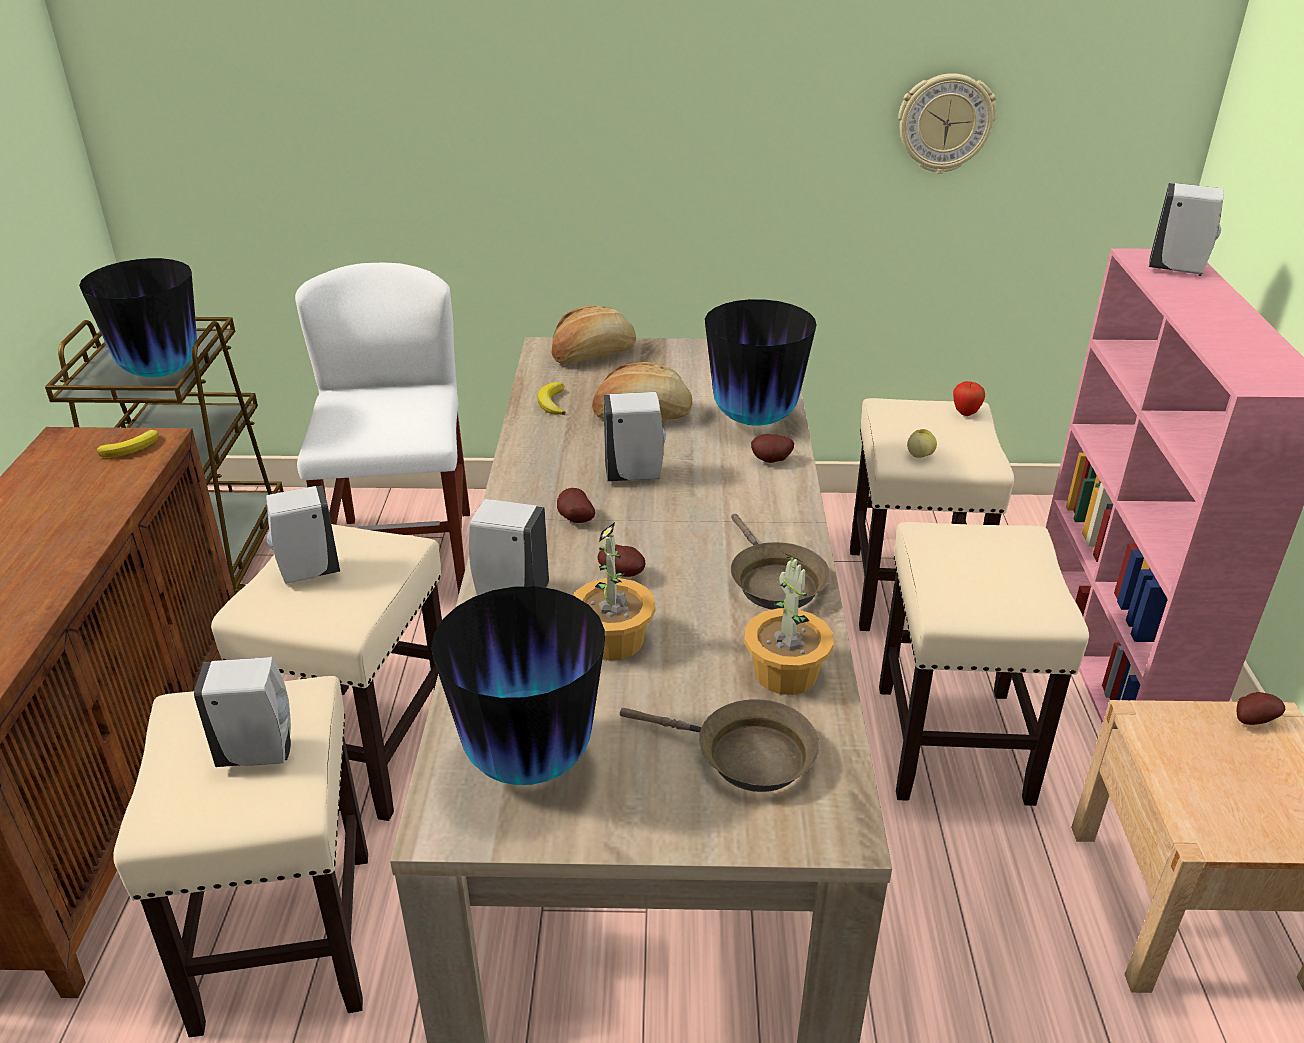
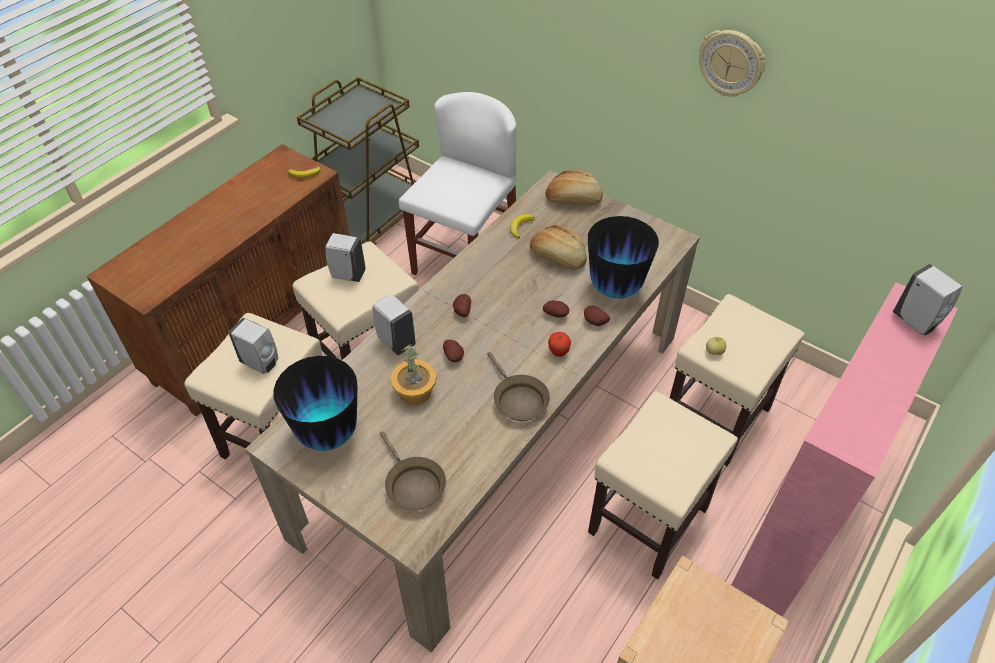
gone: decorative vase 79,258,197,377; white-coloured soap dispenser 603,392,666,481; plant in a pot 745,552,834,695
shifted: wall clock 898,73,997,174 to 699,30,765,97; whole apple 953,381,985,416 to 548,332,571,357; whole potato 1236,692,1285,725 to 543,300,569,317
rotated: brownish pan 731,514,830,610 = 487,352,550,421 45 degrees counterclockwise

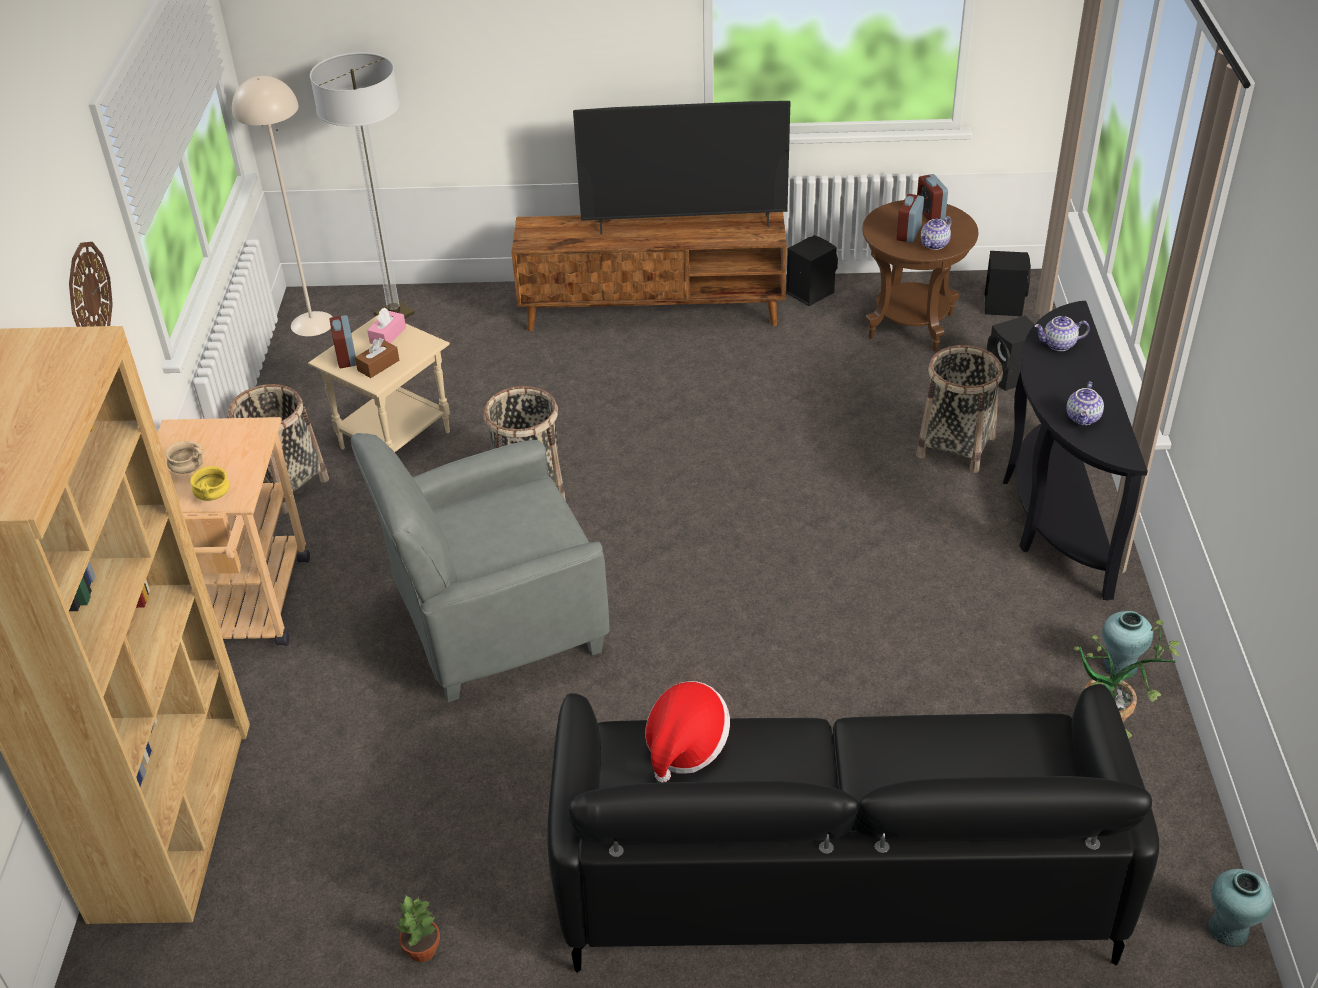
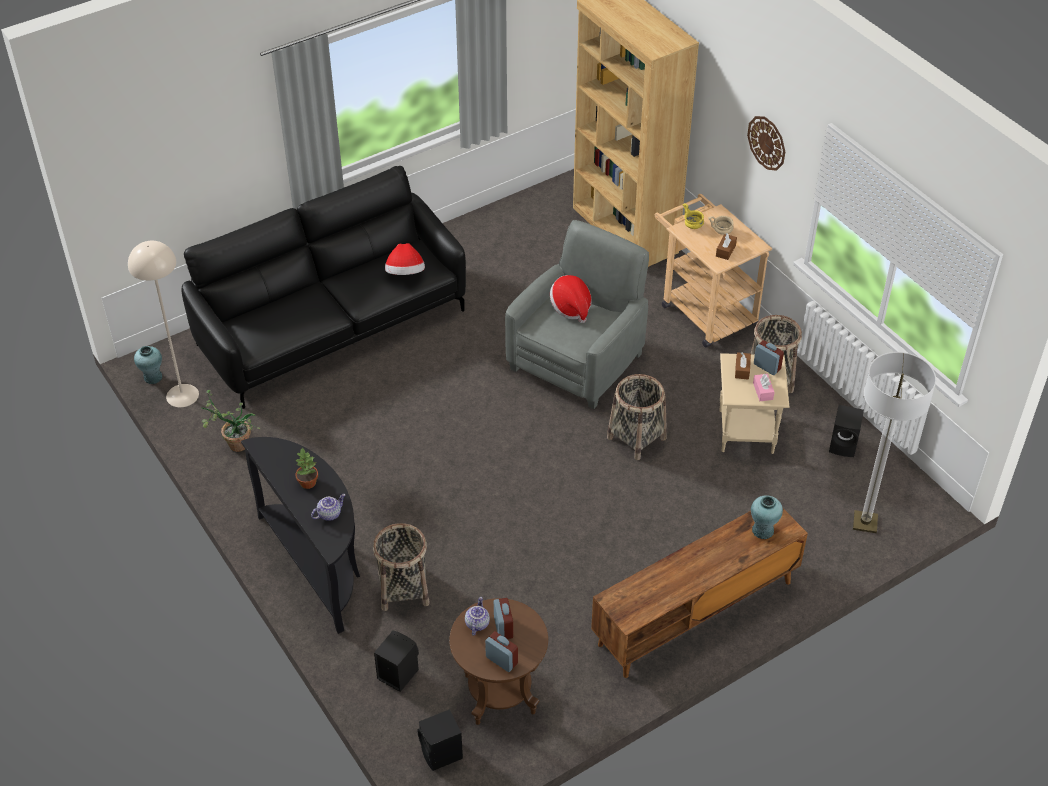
gone: TV 573,101,790,235; teapot 1066,381,1104,426
new: wearable hat 550,275,592,323; brownish box of tissues 716,233,737,260
shifted: sand-coloured standing lamp 232,76,333,336 to 128,241,199,407; plant in a pot 396,894,440,962 to 295,448,318,489; black audio speaker 786,235,838,306 to 829,405,864,457; turquoise-coloured decorative vase 1102,611,1153,679 to 751,495,783,539

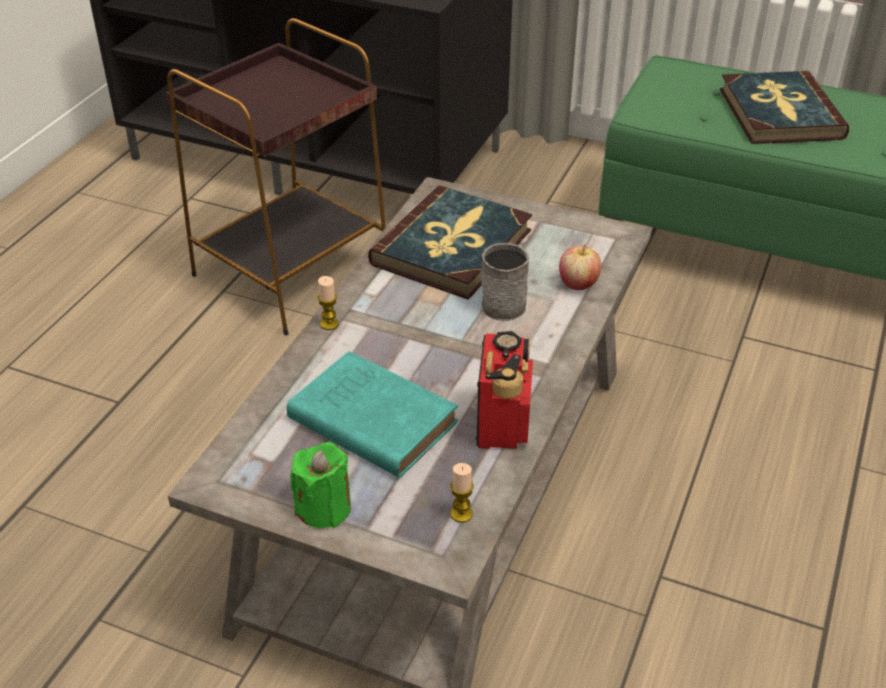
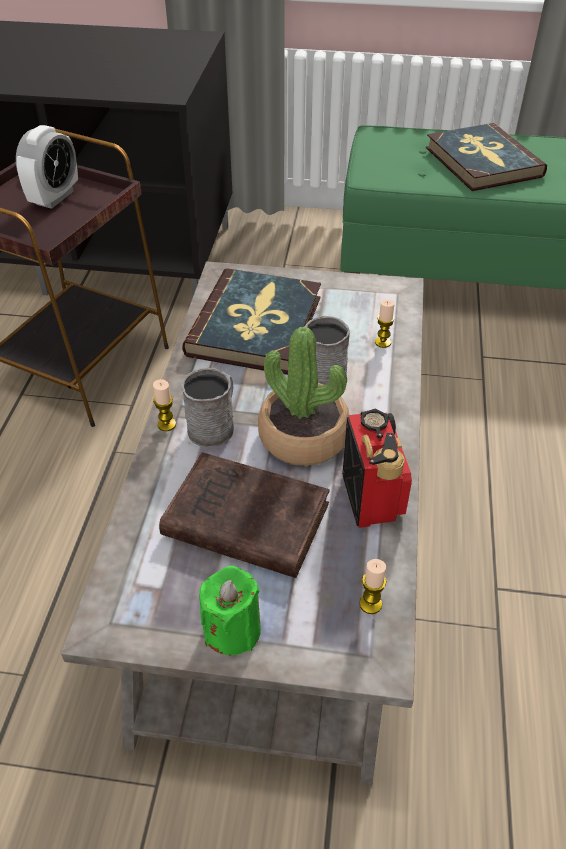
new: bedside clock 16,125,78,209; grey tea mug 181,368,234,447; plant in a pot 258,327,349,466
swapped: whole apple 559,244,601,290 to wax light 375,300,395,348
repainted: turquoise-coloured volume 287,351,458,478 to brownish volume 159,452,330,578

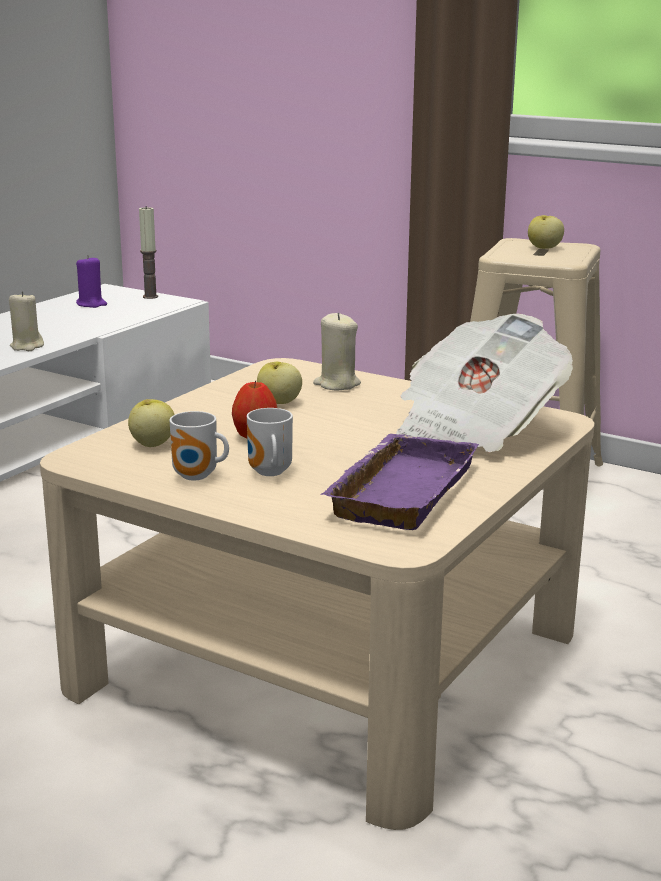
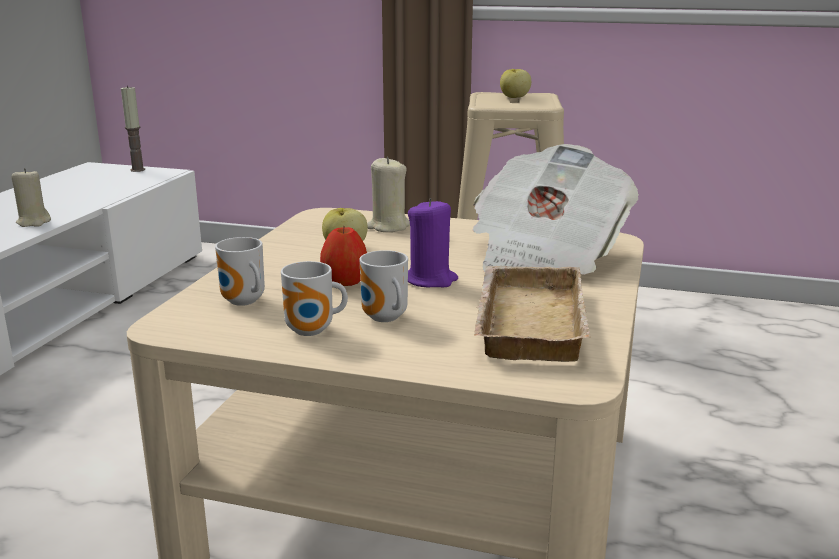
shifted: purple-coloured wax light 76,255,107,308 to 408,198,458,287
swapped: whole apple 128,399,175,447 to tea mug 215,237,265,306
repainted: purple-coloured serving tray 320,434,479,530 to sand-coloured serving tray 474,266,591,362

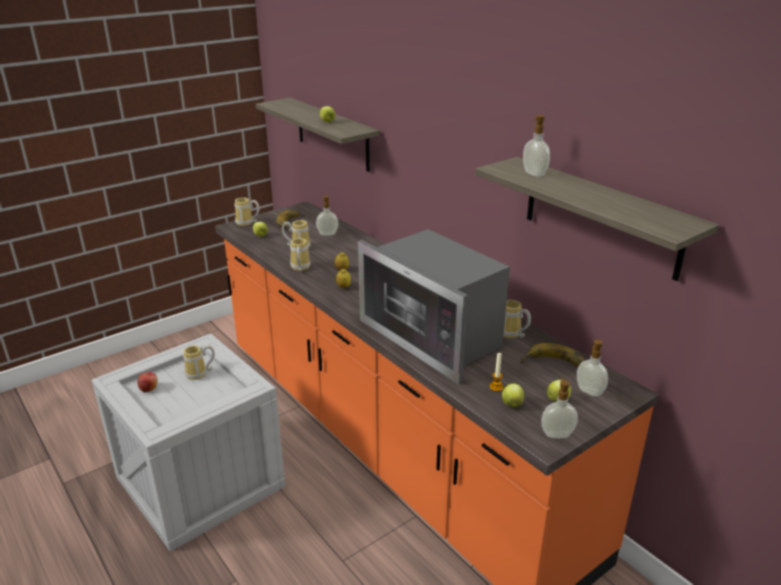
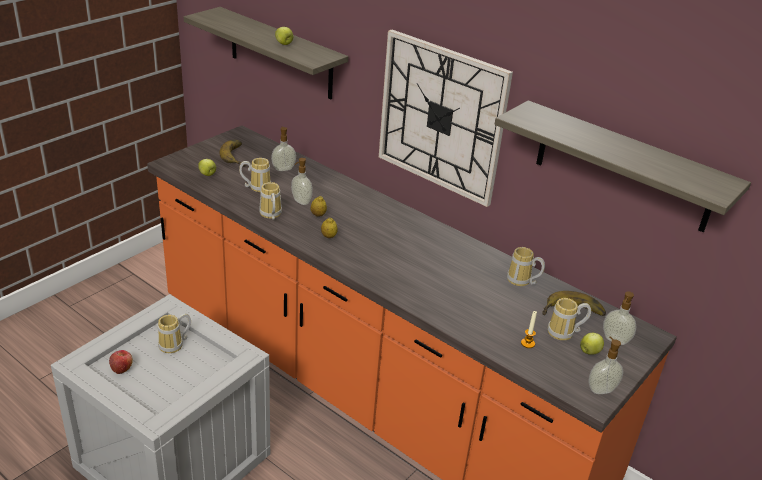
gone: kitchen microwave 358,229,510,385; whole apple 502,384,524,408
new: wall clock 379,29,513,207
shifted: tea mug 235,197,260,226 to 548,298,591,340; soap dispenser 523,115,550,177 to 291,158,313,205

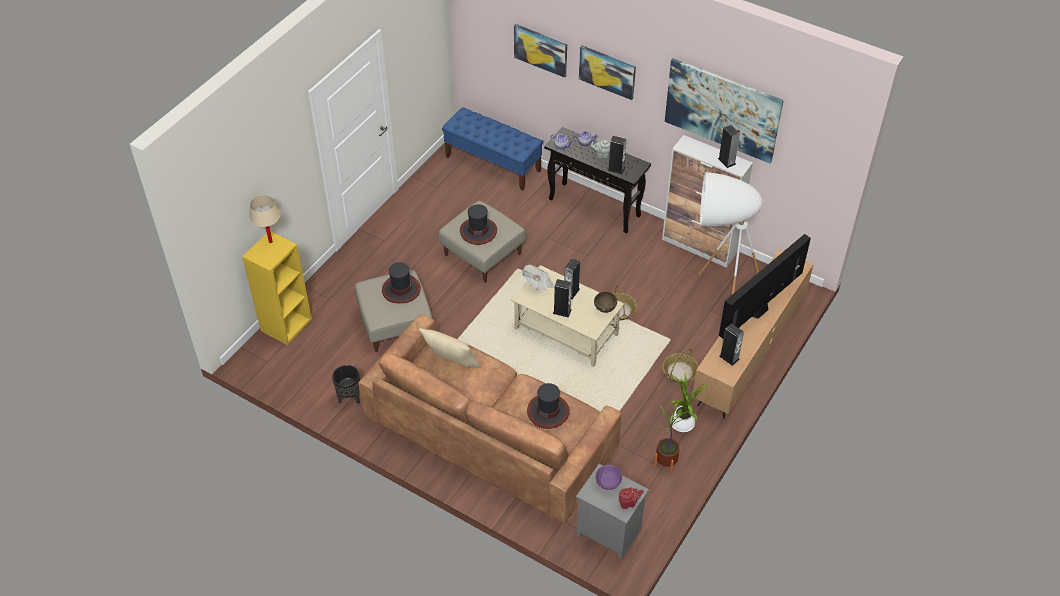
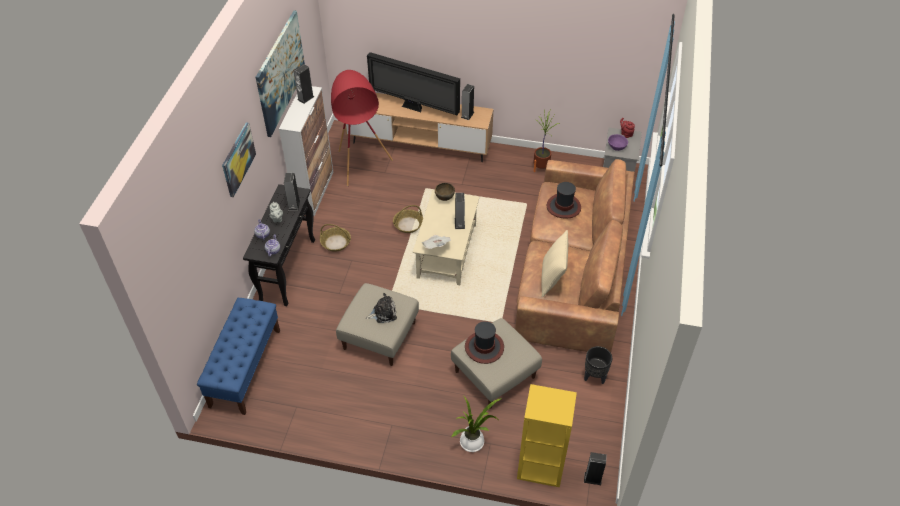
gone: sand-coloured tabletop lamp 250,195,280,243; picture 514,24,567,78
shifted: audio speaker 564,258,580,299 to 584,452,607,485; basket 663,348,699,383 to 320,224,351,252; plant in a pot 670,373,706,432 to 451,397,502,452
swapped: wearable hat 460,204,497,245 to cuddly toy 366,293,397,323
repainted: white-coloured standing lamp 699,172,763,294 to red standing lamp 331,70,393,186

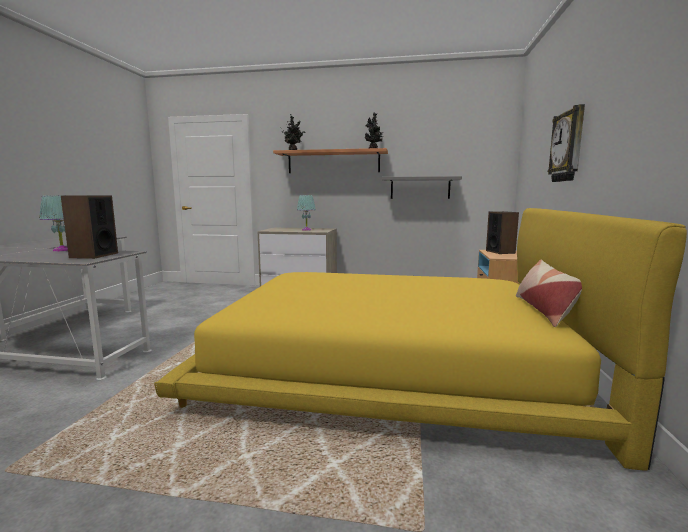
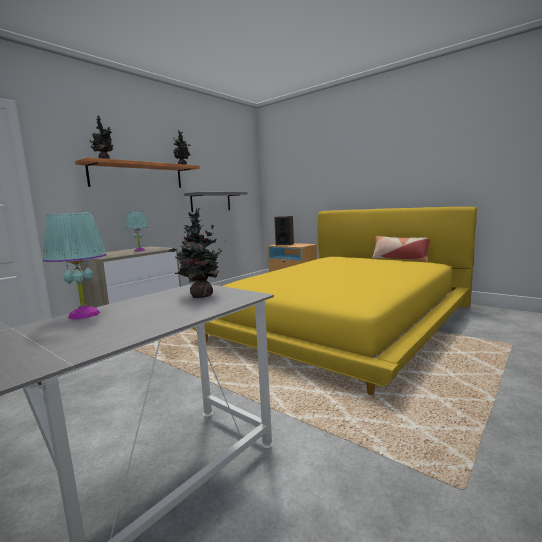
gone: wall clock 548,104,585,182
swapped: audio speaker 61,195,118,259 to plant in a pot 168,208,226,298

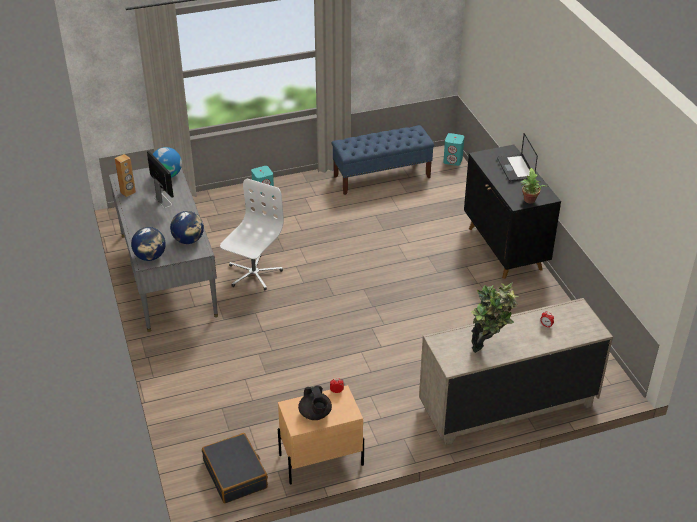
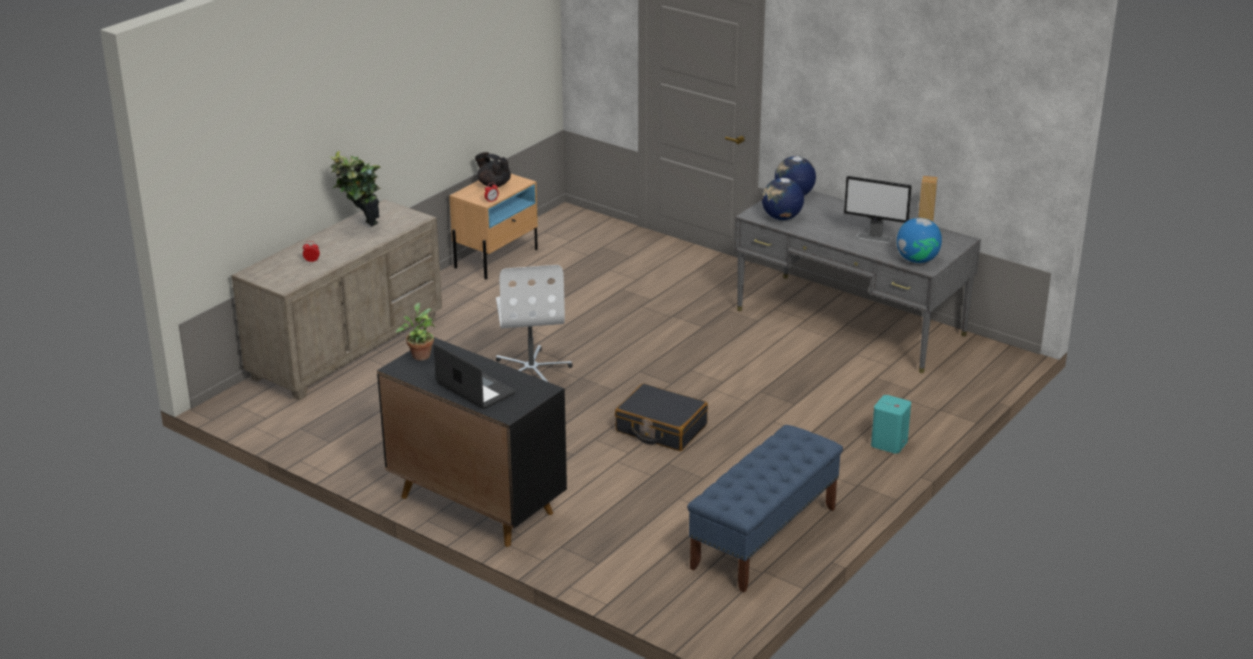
gone: turquoise-coloured audio speaker 443,133,464,166
shifted: black suitcase 202,433,268,503 to 615,383,708,451; white-coloured desk chair 220,178,284,290 to 495,265,573,382

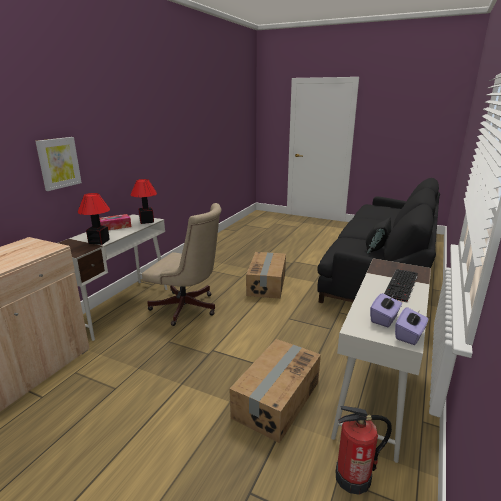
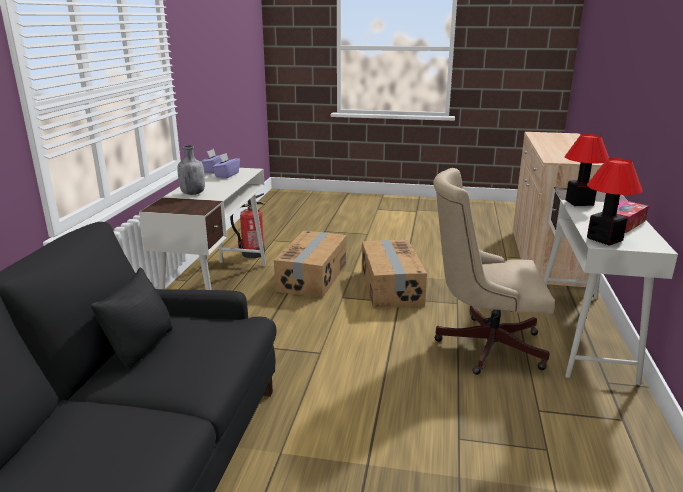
gone: picture 35,137,82,191
shifted: cardboard box 246,252,286,299 to 362,240,427,309
swapped: computer keyboard 384,269,418,302 to grey bottle 177,145,205,195

